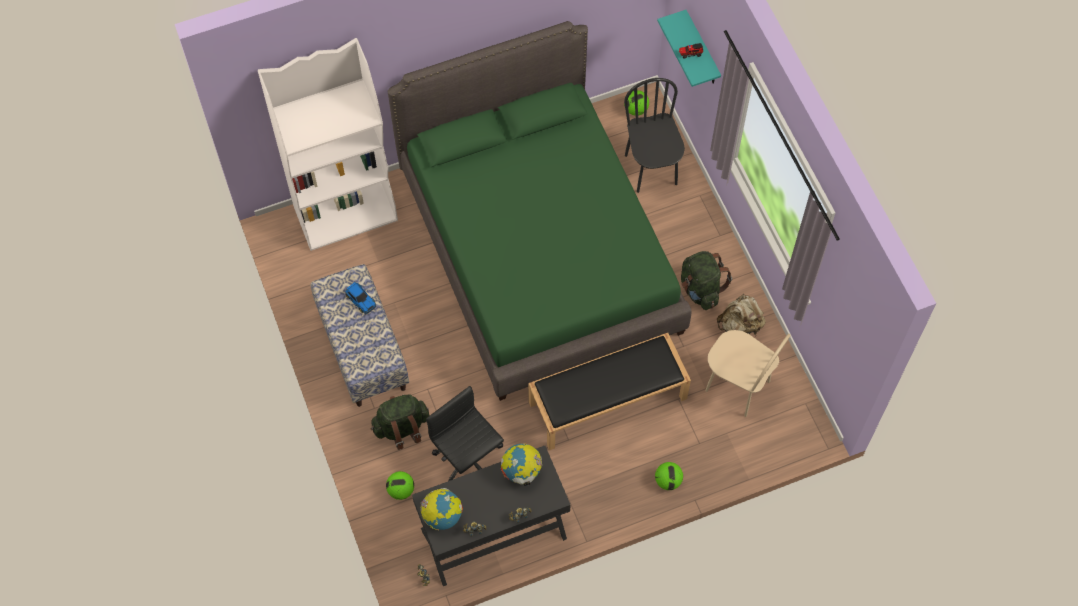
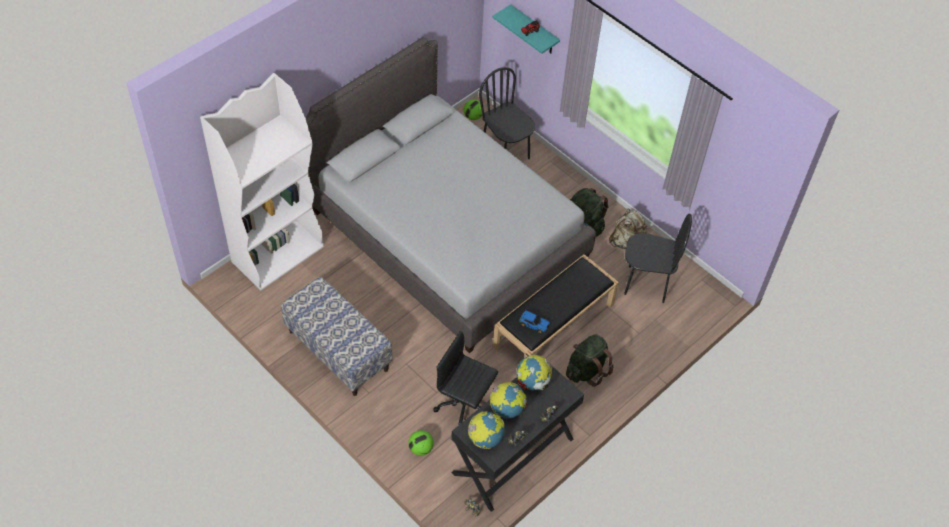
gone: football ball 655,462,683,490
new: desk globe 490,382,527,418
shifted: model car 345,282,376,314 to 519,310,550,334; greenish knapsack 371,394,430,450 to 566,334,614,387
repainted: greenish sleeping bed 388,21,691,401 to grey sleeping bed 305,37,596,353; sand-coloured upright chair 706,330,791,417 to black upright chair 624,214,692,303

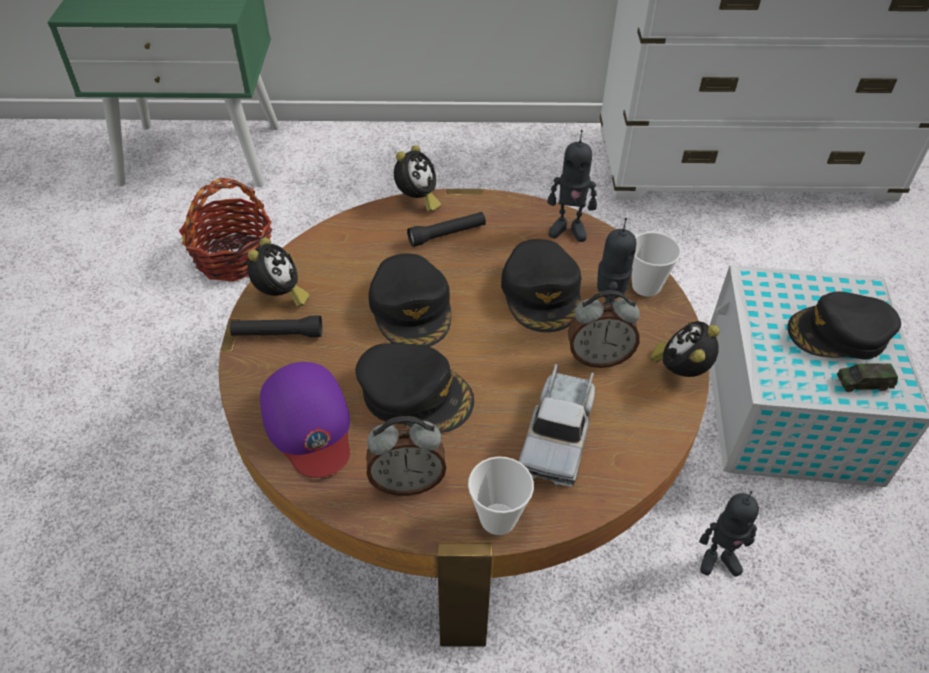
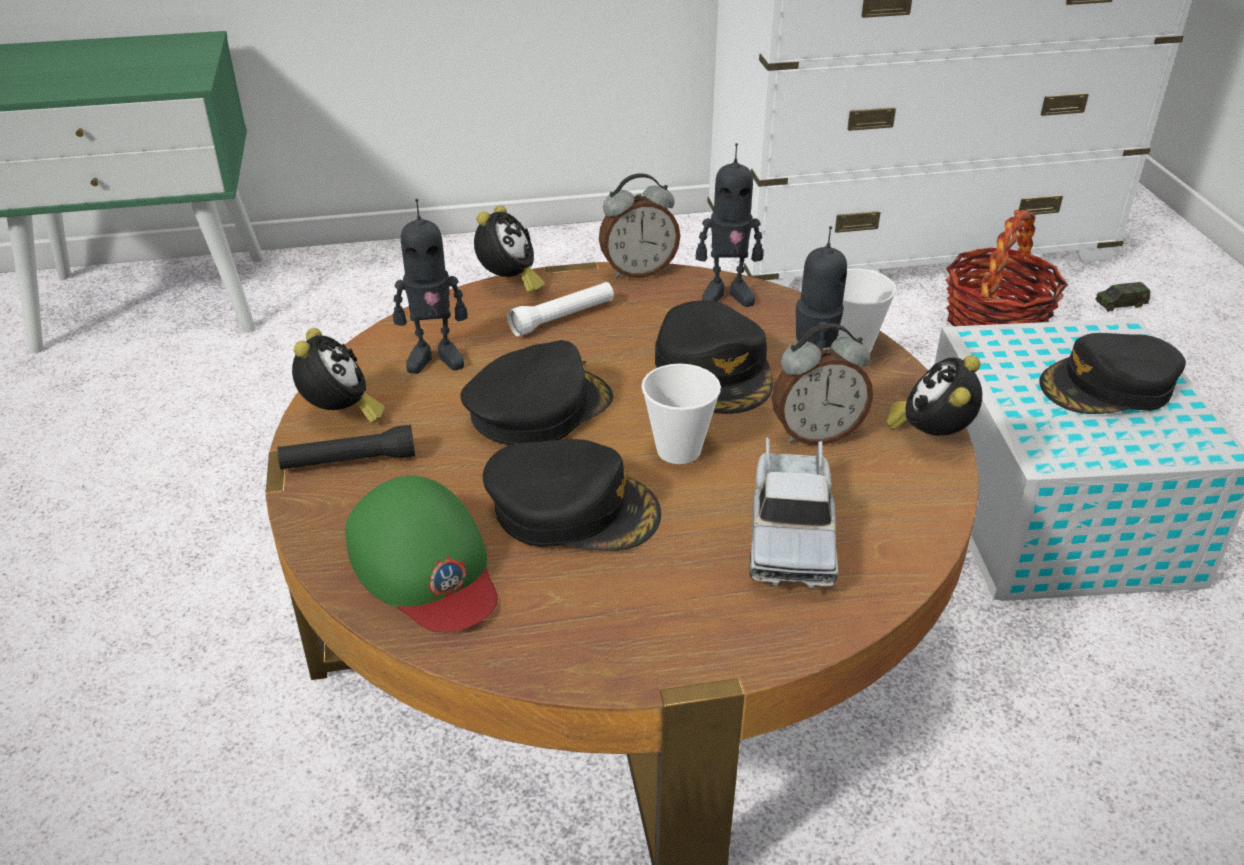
shifted: basket 179,178,272,282 to 945,210,1068,326; bedside clock 366,416,446,496 to 599,173,680,278; small cup 468,457,534,535 to 641,364,721,464; robot figure 699,491,759,577 to 393,199,468,374; model car 837,363,898,392 to 1095,282,1150,311
repainted: purple-coloured baseball cap 260,362,350,478 to greenish baseball cap 345,476,498,632; black hand torch 407,212,486,247 to white-coloured hand torch 507,282,614,336
rotated: black baseball cap 368,254,451,347 = 460,340,613,445 105 degrees counterclockwise

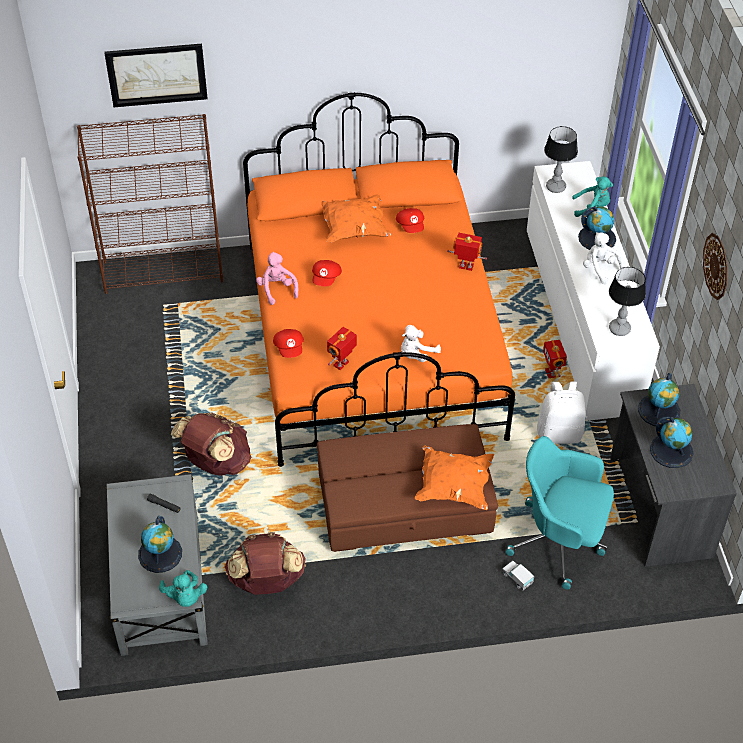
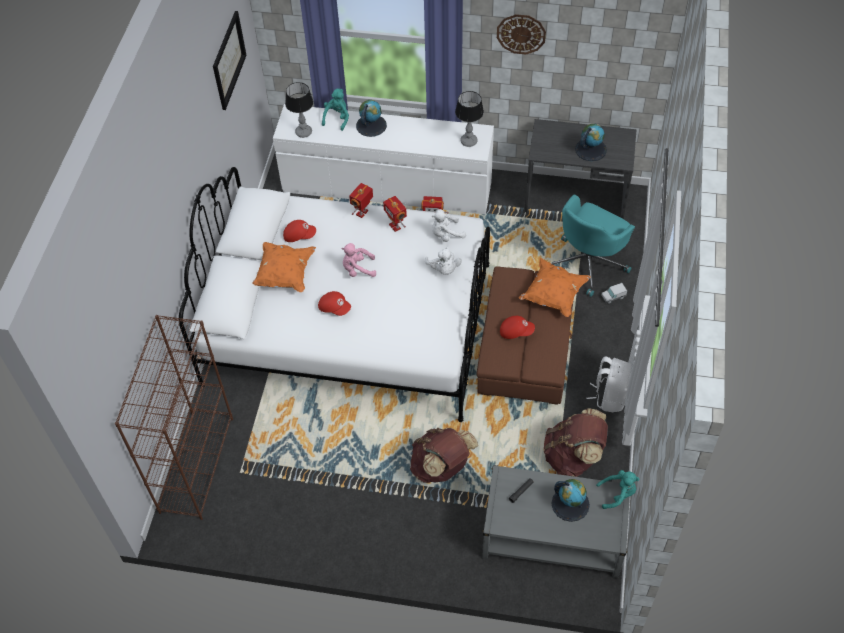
gone: desk globe 638,373,680,426
shifted: picture 105,44,208,107 to 213,11,246,110; pinkish cuddly toy 256,252,298,305 to 341,243,376,277; red baseball cap 273,329,304,358 to 500,316,535,339; robot figure 327,327,357,370 to 383,196,407,232; white-coloured knapsack 537,382,586,444 to 587,356,631,412; white-coloured cuddly toy 583,232,625,285 to 432,209,466,242
repainted: orangey sleeping bed 243,92,515,467 to white-coloured sleeping bed 179,167,490,422

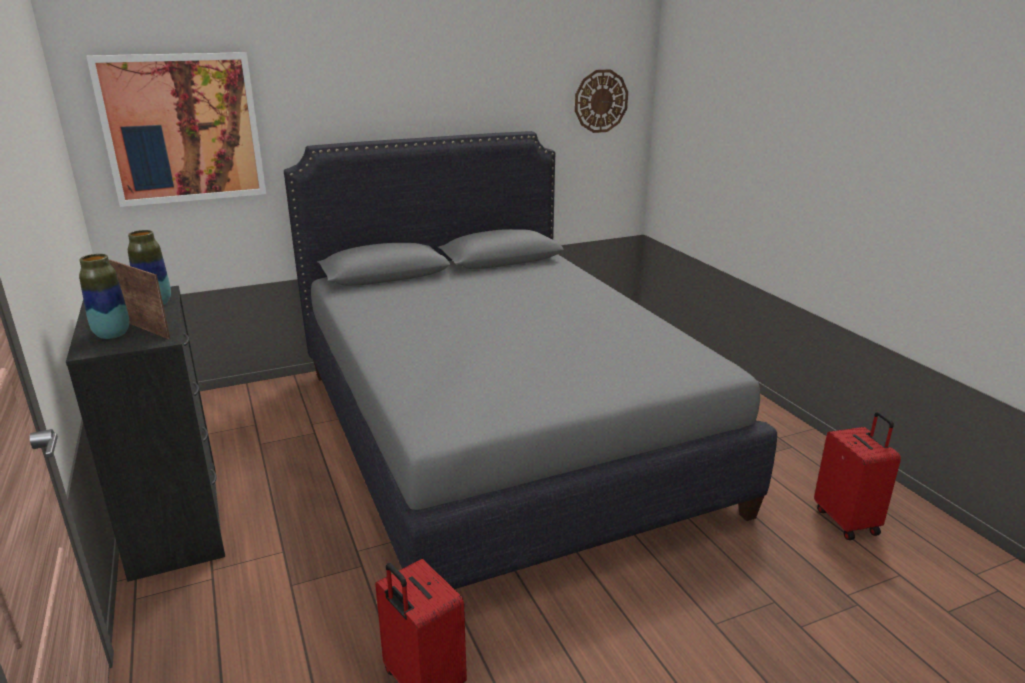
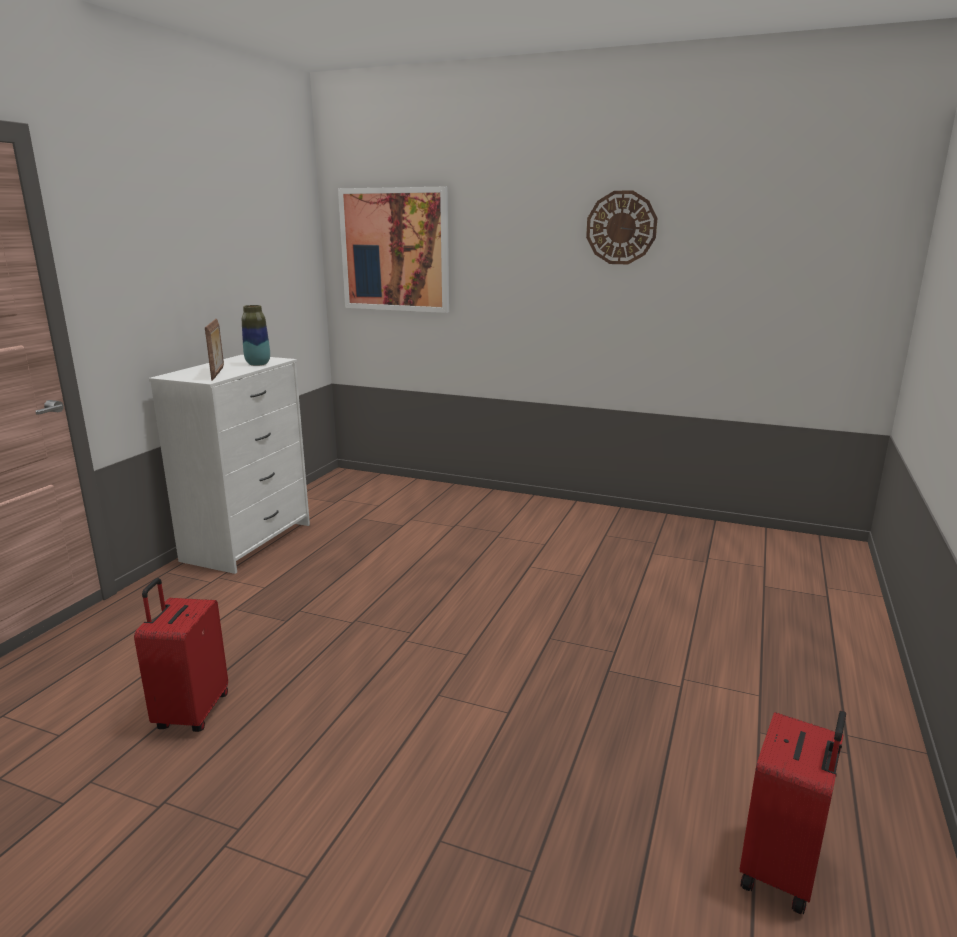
gone: decorative vase 79,254,129,339; grey sleeping bed 284,131,777,589
shifted: wall clock 575,69,628,133 to 586,190,657,264
repainted: black chest of drawers 66,286,225,582 to white-coloured chest of drawers 149,355,310,574

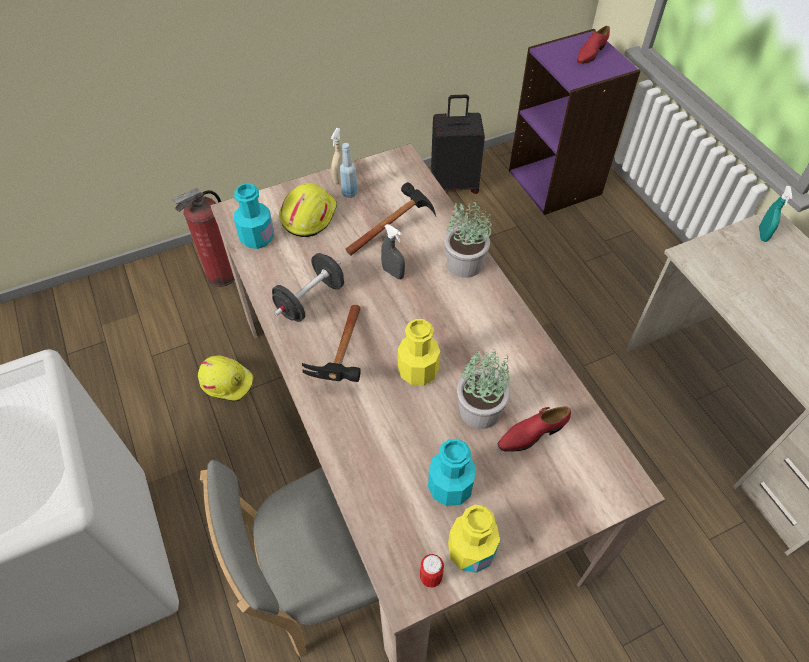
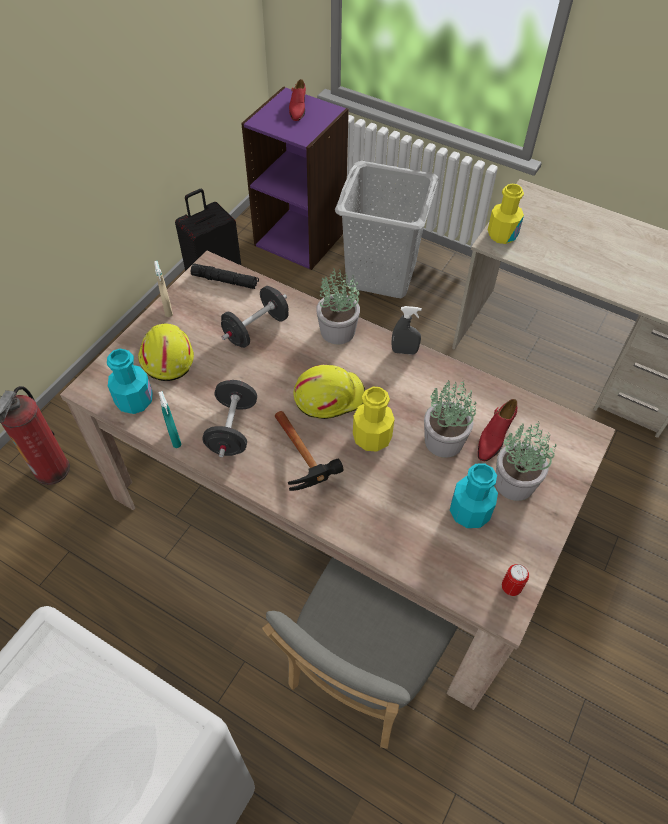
gone: blue-coloured bottle 340,143,358,198
new: black hand torch 191,263,259,289; grey laundry basket 335,161,439,298; plant in a pot 495,421,557,501
shifted: yellow safety helmet 198,355,254,402 to 293,365,365,419; grey sprayer 381,224,405,279 to 391,306,422,355; yellow bottle 448,505,500,573 to 488,184,524,244; turquoise-coloured sprayer 759,186,792,242 to 159,391,182,448
swapped: hammer 346,182,436,255 to black dumbbell 221,286,289,348

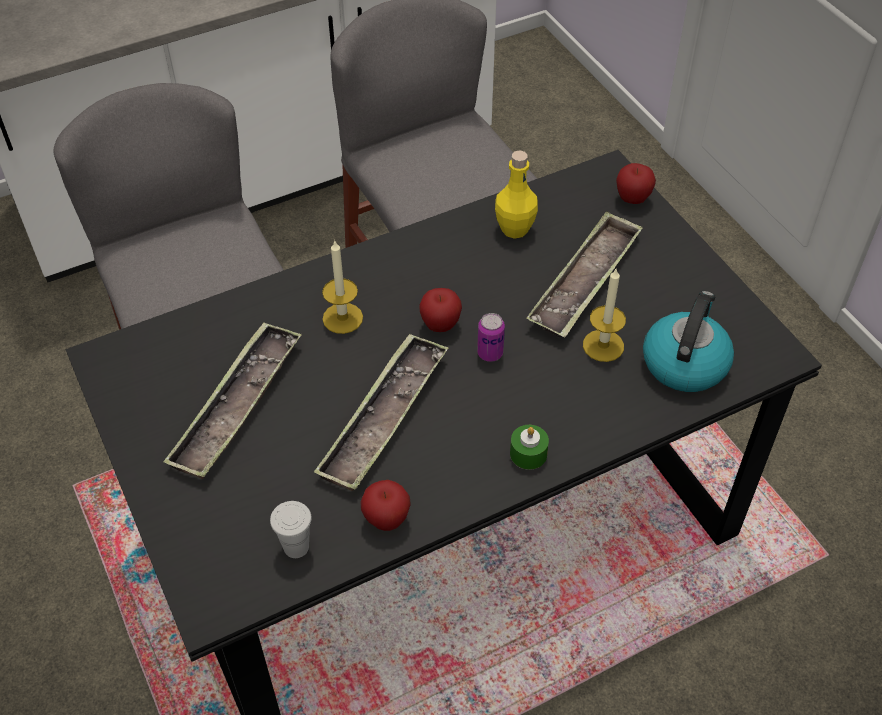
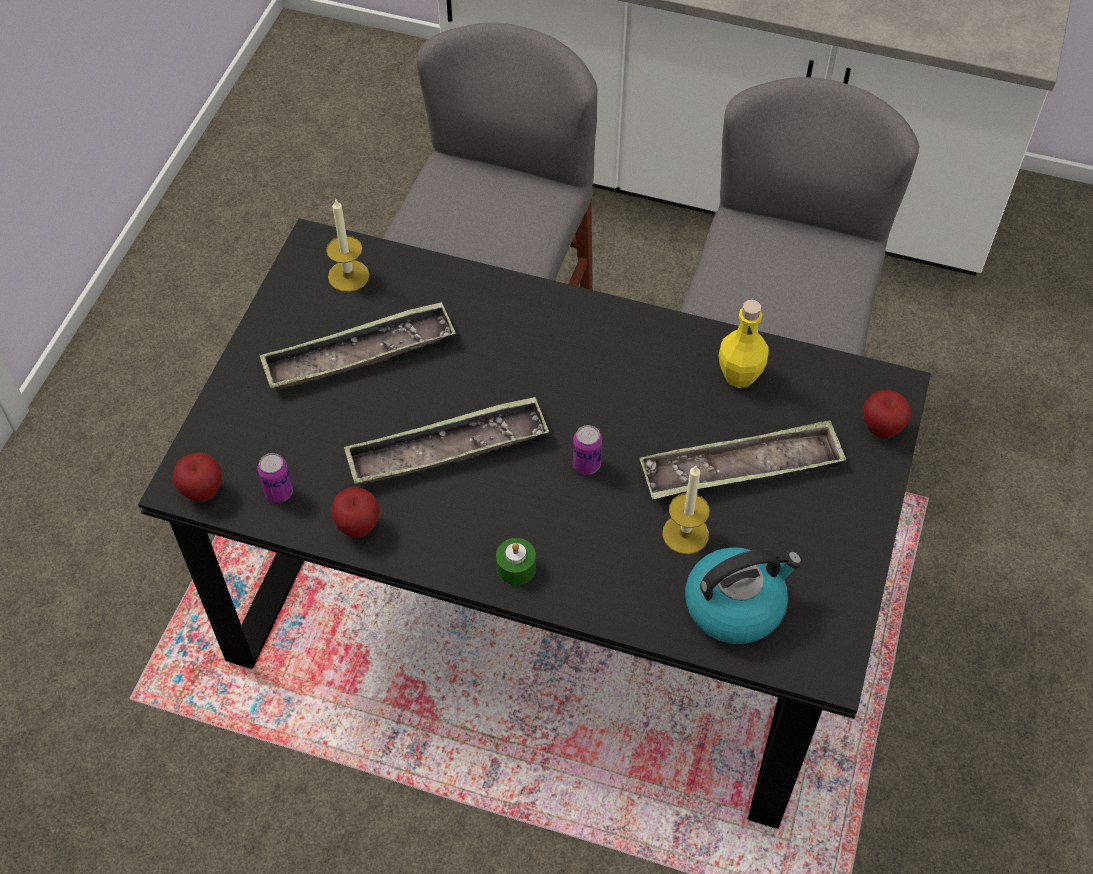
shifted: wax light 322,240,363,334 to 326,199,370,292; whole apple 419,288,462,332 to 172,452,222,502
swapped: white-coloured small cup 270,501,311,558 to sealed can 258,453,293,503

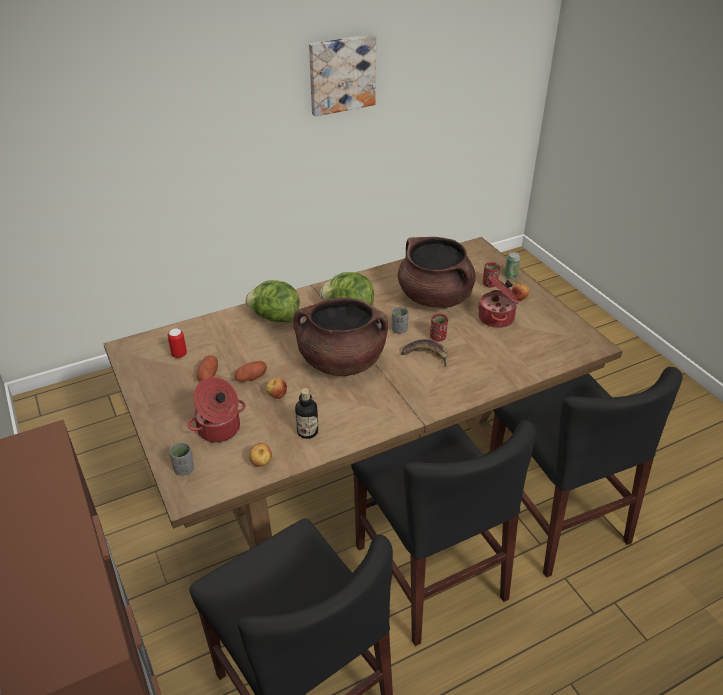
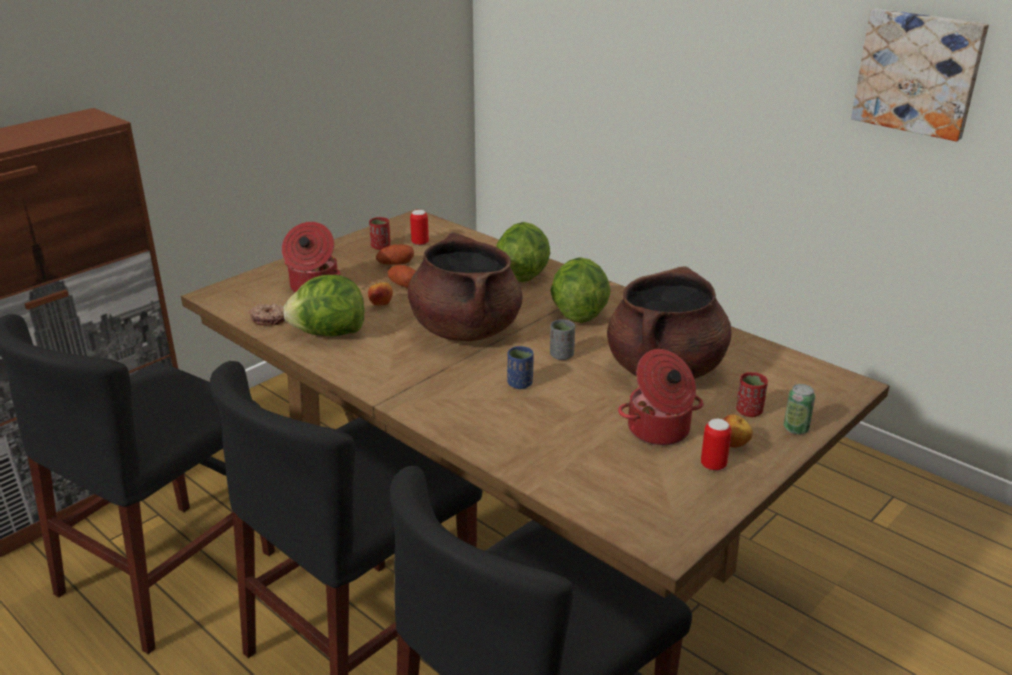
gone: grey small cup 170,442,194,476
new: sealed can 701,419,732,471
shifted: red small cup 430,314,448,342 to 369,217,390,250
swapped: whole apple 249,443,272,467 to donut 249,303,285,326; bottle 295,388,318,439 to lettuce 283,275,364,336; banana 401,340,448,367 to blue-coloured small cup 507,346,534,389

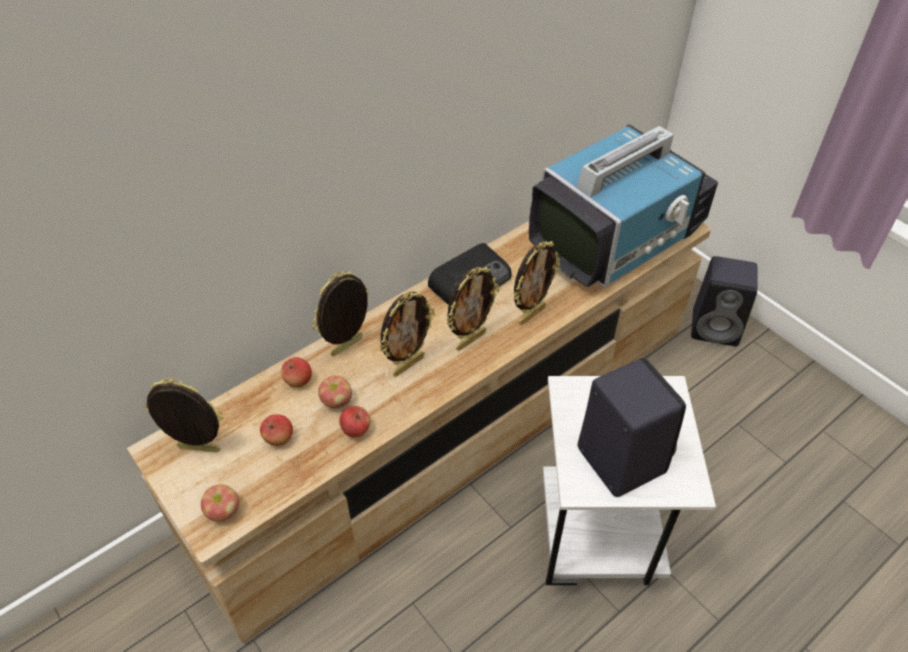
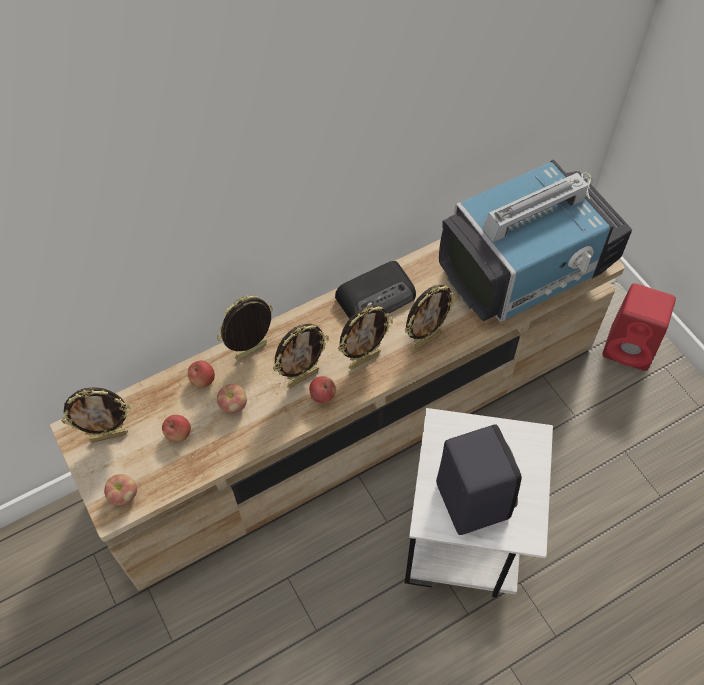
shifted: whole apple 339,406,370,437 to 309,376,336,403
repainted: black audio speaker 691,256,757,346 to red audio speaker 602,283,676,371
rotated: picture frame 146,378,223,452 = 61,387,131,443 150 degrees clockwise

